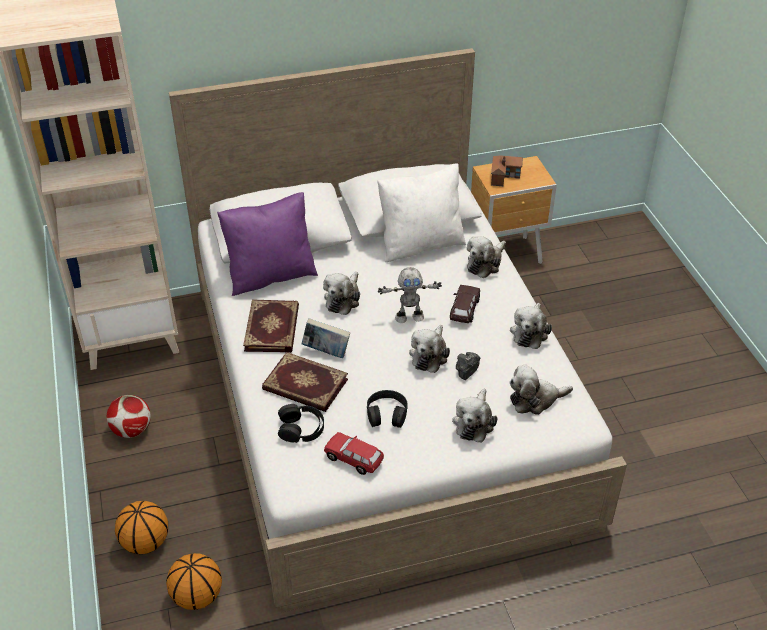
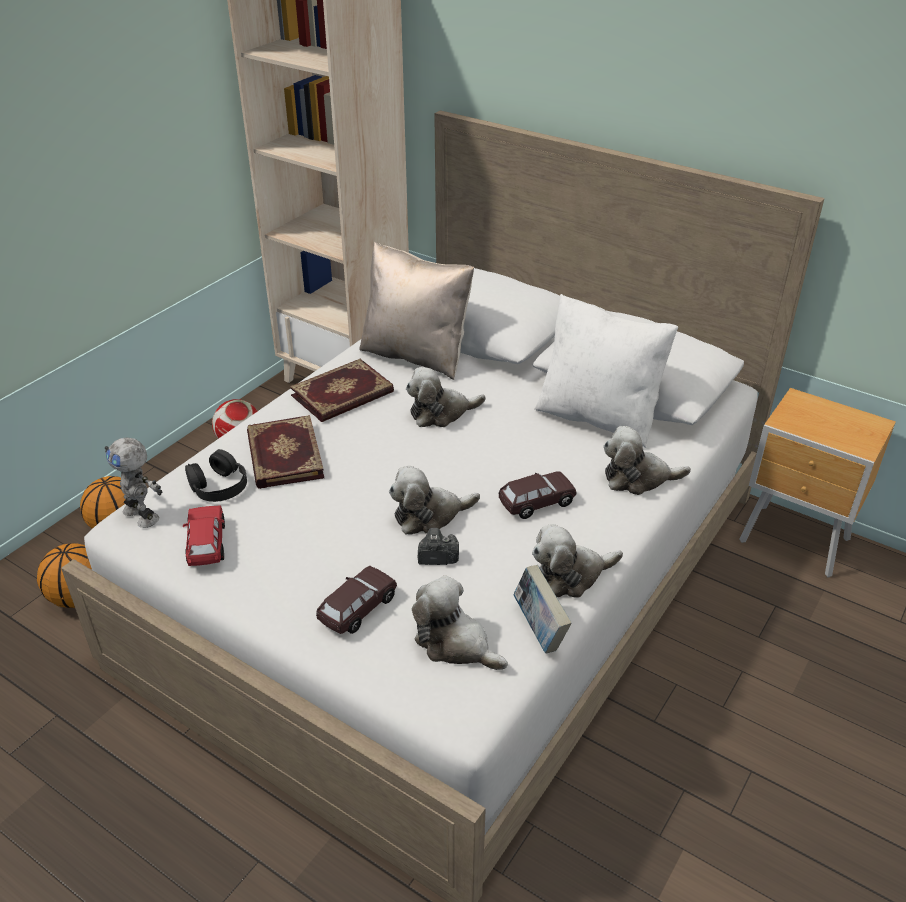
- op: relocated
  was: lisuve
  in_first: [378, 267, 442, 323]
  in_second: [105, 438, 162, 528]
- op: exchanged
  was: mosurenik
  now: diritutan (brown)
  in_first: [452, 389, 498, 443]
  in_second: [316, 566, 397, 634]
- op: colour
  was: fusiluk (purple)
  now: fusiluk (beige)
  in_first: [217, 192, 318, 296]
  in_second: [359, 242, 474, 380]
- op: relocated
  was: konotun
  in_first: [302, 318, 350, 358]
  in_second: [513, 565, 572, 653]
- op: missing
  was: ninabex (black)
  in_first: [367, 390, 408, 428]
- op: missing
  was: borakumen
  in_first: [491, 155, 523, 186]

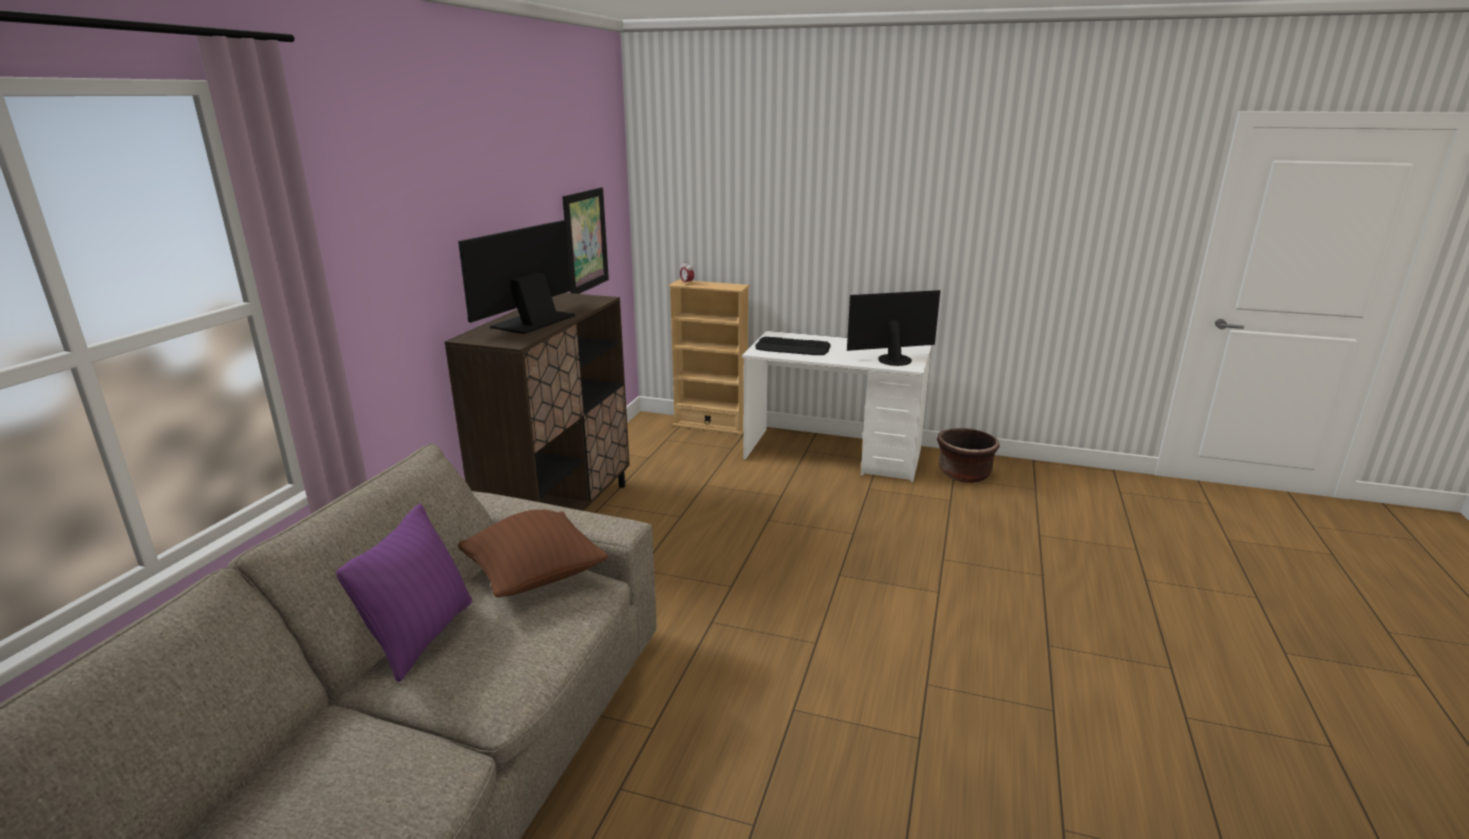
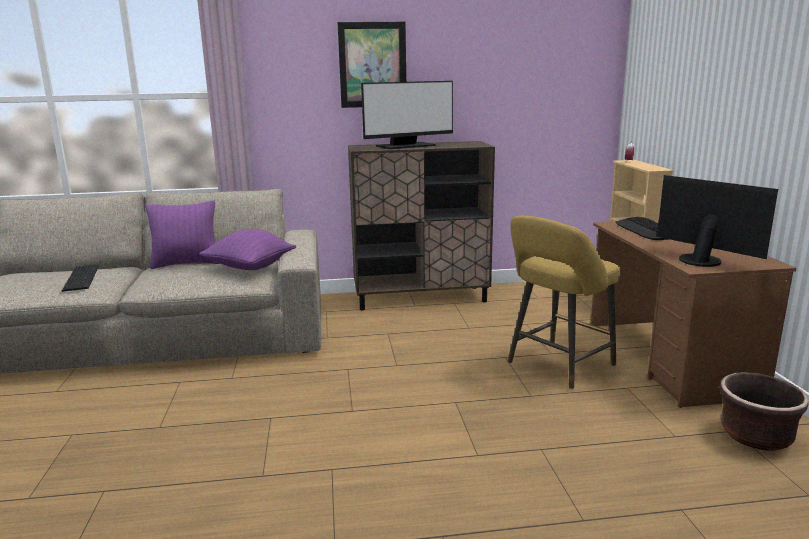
- op: appeared
  now: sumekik
  in_second: [62, 265, 99, 292]
- op: colour
  was: fusiluk (brown)
  now: fusiluk (purple)
  in_first: [458, 509, 608, 598]
  in_second: [199, 229, 296, 270]
- op: relocated
  was: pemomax
  in_first: [562, 187, 609, 294]
  in_second: [337, 22, 406, 108]
- op: spun
  was: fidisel
  in_first: [458, 220, 575, 334]
  in_second: [361, 81, 453, 149]
  clockwise: 150
- op: appeared
  now: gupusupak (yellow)
  in_second: [508, 215, 620, 390]
- op: colour
  was: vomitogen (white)
  now: vomitogen (brown)
  in_first: [742, 331, 932, 482]
  in_second: [591, 219, 796, 408]

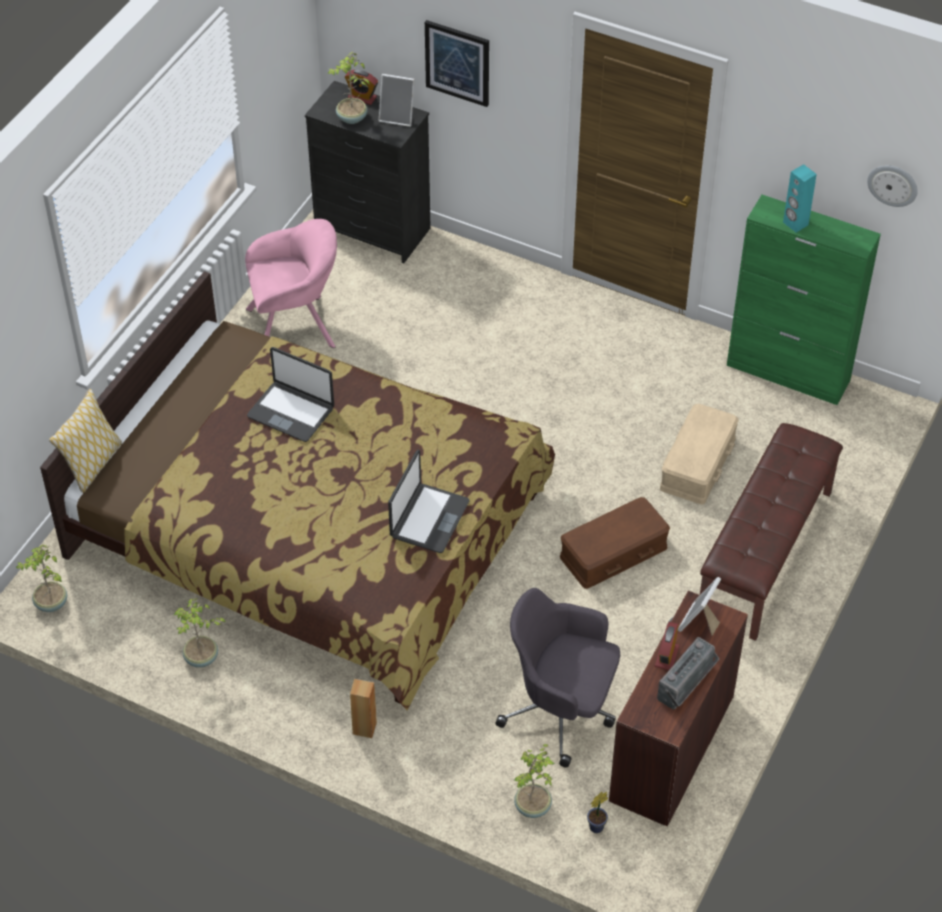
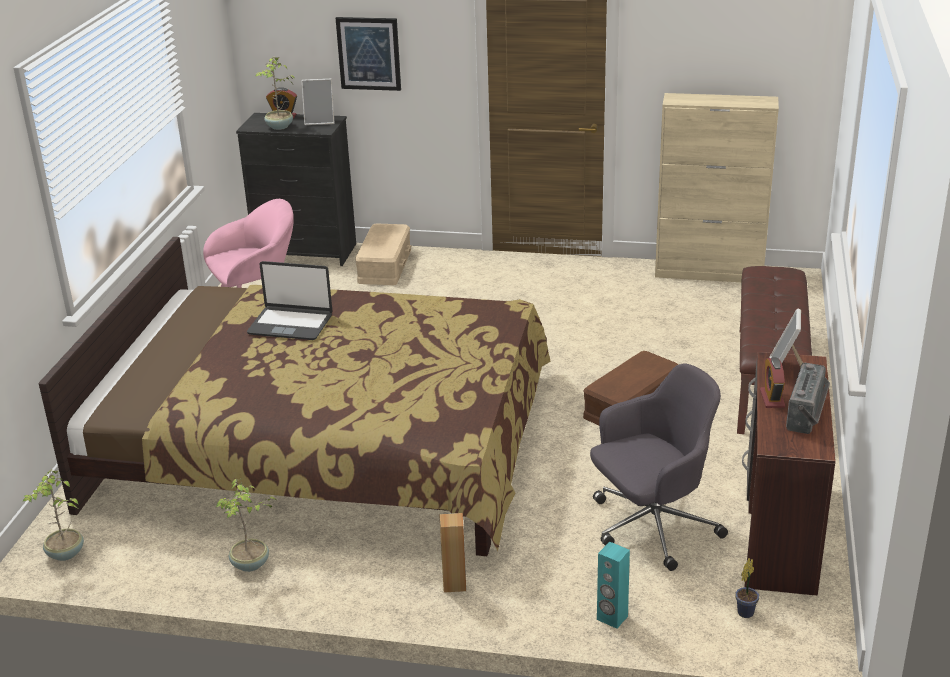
- op: relocated
  was: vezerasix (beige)
  in_first: [660, 404, 739, 504]
  in_second: [355, 224, 411, 285]
- op: spun
  was: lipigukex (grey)
  in_first: [495, 588, 620, 768]
  in_second: [590, 363, 728, 571]
  clockwise: 150
- op: relocated
  was: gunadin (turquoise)
  in_first: [783, 164, 817, 232]
  in_second: [597, 542, 630, 629]
- op: colour
  was: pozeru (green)
  now: pozeru (beige)
  in_first: [727, 195, 881, 405]
  in_second: [655, 93, 779, 282]
- op: missing
  was: fusiluk
  in_first: [49, 389, 122, 493]
- op: missing
  was: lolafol
  in_first: [388, 450, 469, 553]
- op: missing
  was: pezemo
  in_first: [513, 744, 555, 818]
- op: missing
  was: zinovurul
  in_first: [867, 165, 918, 207]

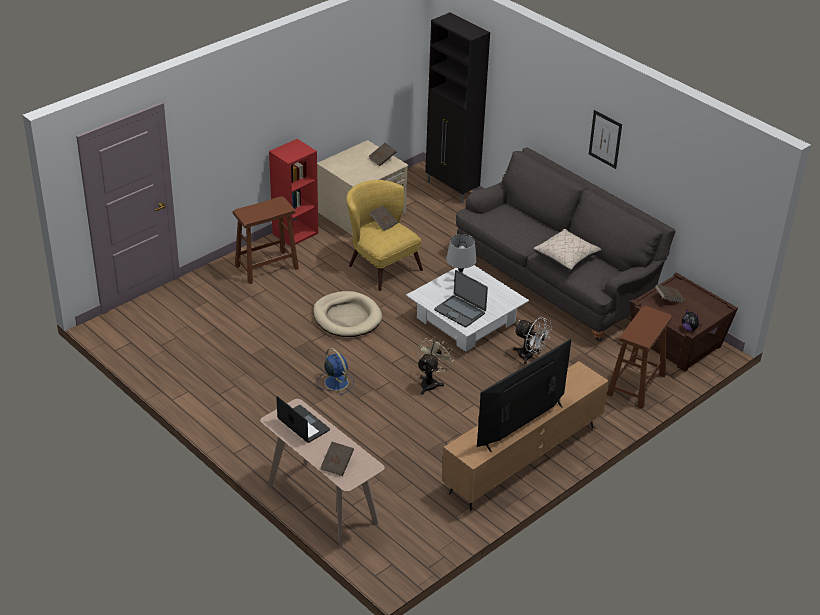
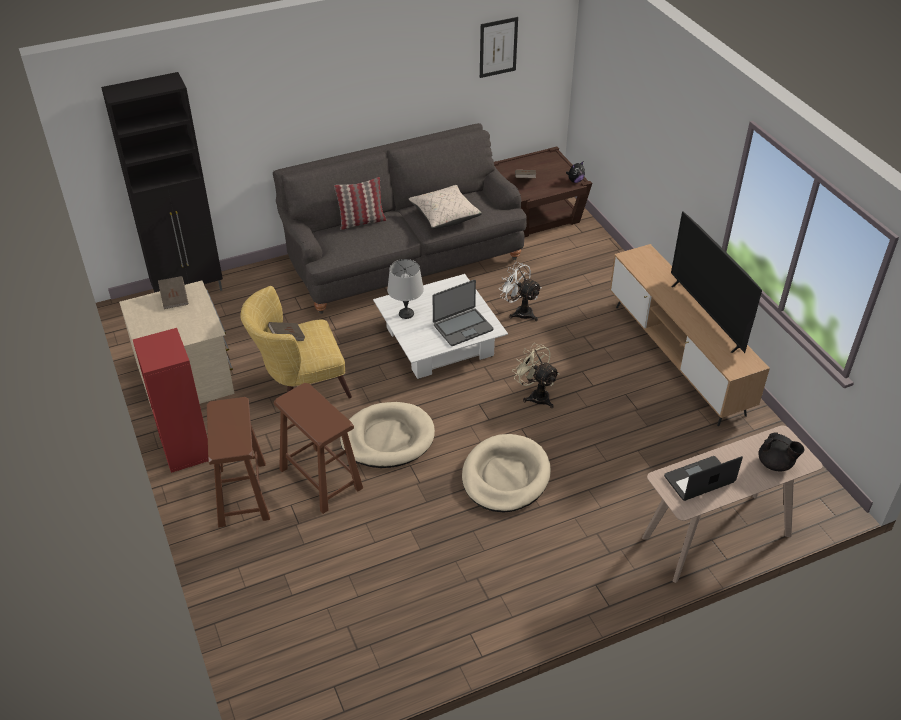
- op: relocated
  was: gupusupak (brown)
  in_first: [607, 306, 672, 409]
  in_second: [274, 383, 363, 514]
- op: appeared
  now: fusiluk
  in_second: [334, 177, 386, 230]
- op: exchanged
  was: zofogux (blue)
  now: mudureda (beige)
  in_first: [317, 348, 354, 395]
  in_second: [462, 434, 551, 512]
- op: relocated
  was: pemomax
  in_first: [589, 110, 622, 169]
  in_second: [480, 17, 518, 78]
- op: spun
  was: zofogux (white)
  in_first: [513, 317, 552, 364]
  in_second: [499, 262, 542, 321]
  clockwise: -105
- op: exchanged
  was: konotun (brown)
  now: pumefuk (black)
  in_first: [320, 442, 354, 476]
  in_second: [759, 433, 804, 471]

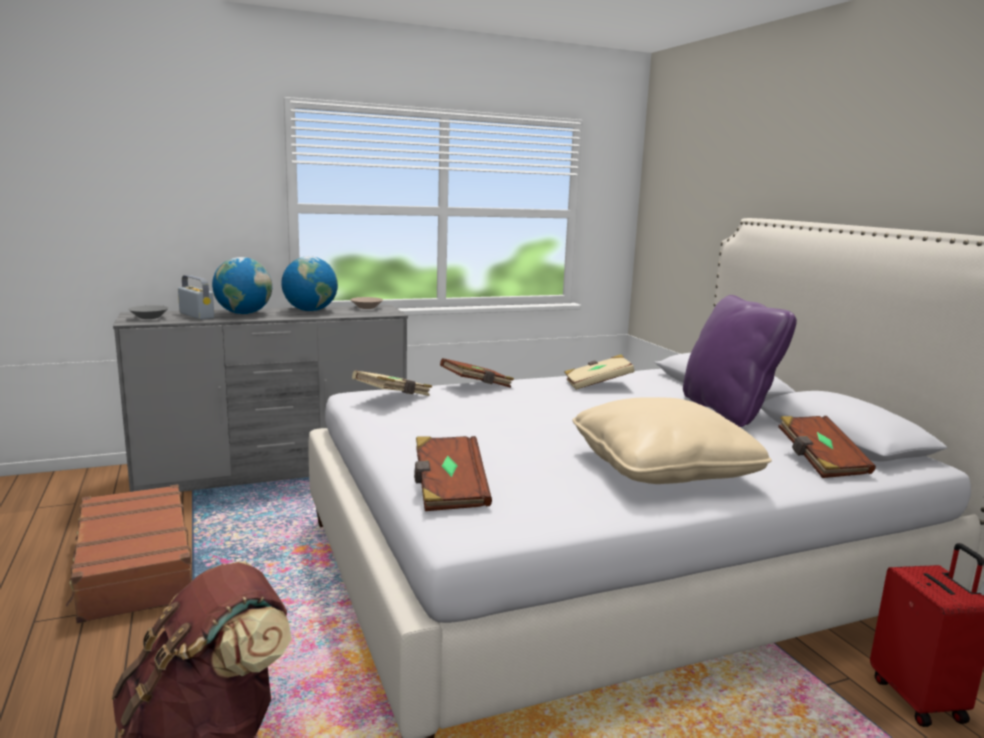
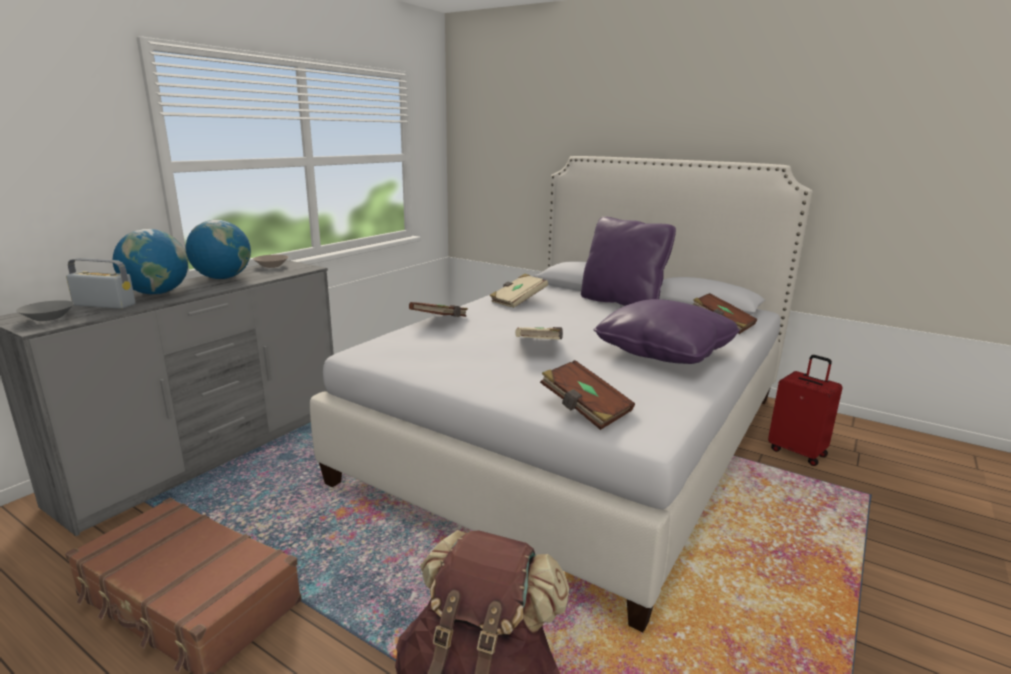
- op: relocated
  was: konotun (beige)
  in_first: [352, 370, 432, 396]
  in_second: [515, 327, 563, 340]
- op: colour
  was: fusiluk (beige)
  now: fusiluk (purple)
  in_first: [572, 397, 772, 484]
  in_second: [594, 299, 740, 364]

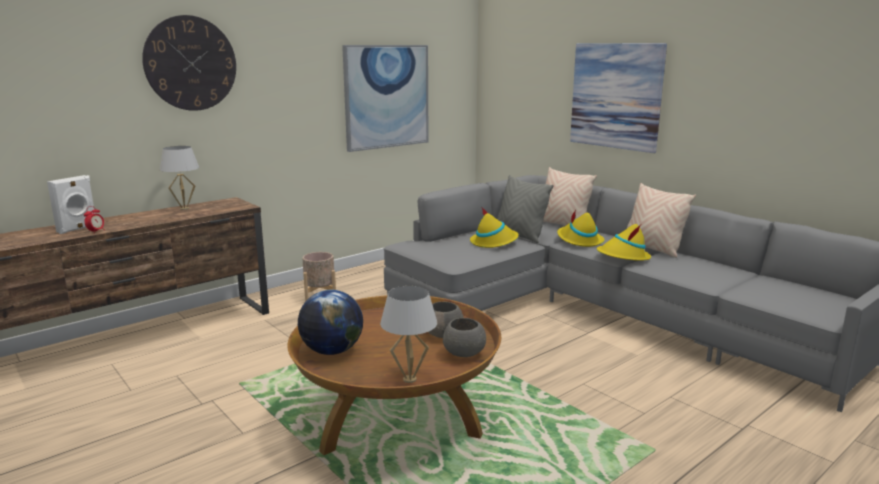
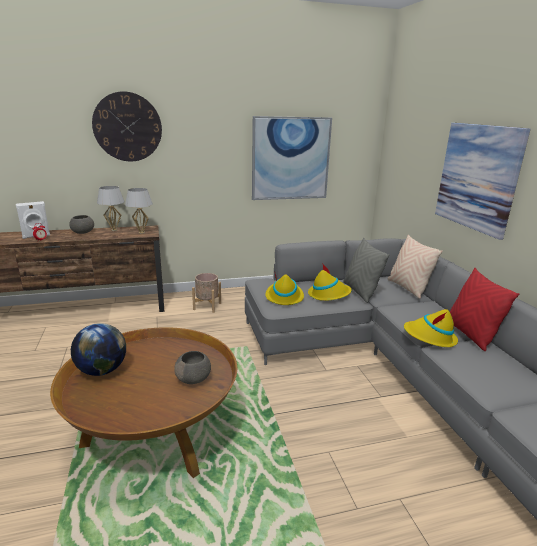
- op: relocated
  was: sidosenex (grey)
  in_first: [443, 318, 486, 357]
  in_second: [69, 215, 94, 234]
- op: relocated
  was: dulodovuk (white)
  in_first: [380, 286, 437, 383]
  in_second: [125, 188, 153, 234]
- op: relocated
  was: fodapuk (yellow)
  in_first: [557, 210, 605, 247]
  in_second: [265, 271, 304, 305]
- op: colour
  was: fusiluk (beige)
  now: fusiluk (red)
  in_first: [627, 183, 696, 258]
  in_second: [450, 268, 519, 351]

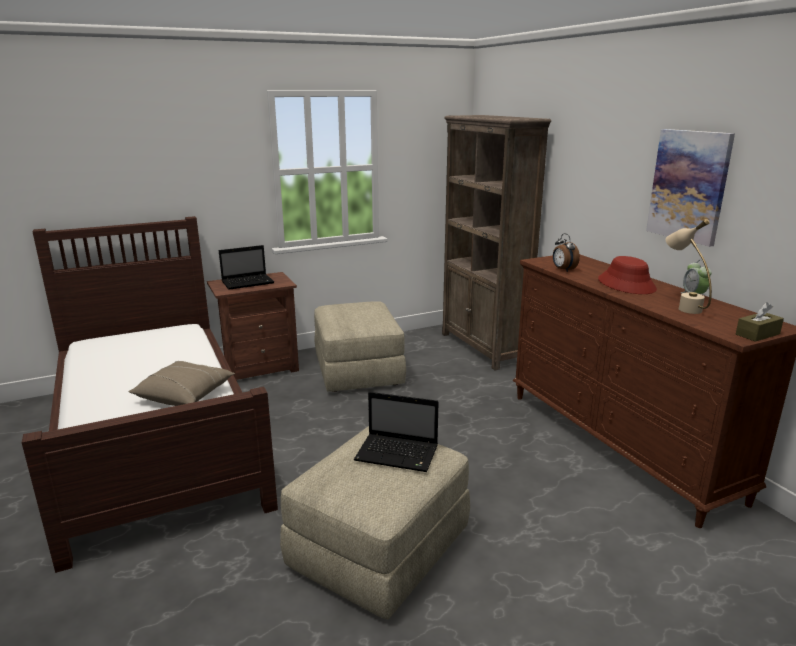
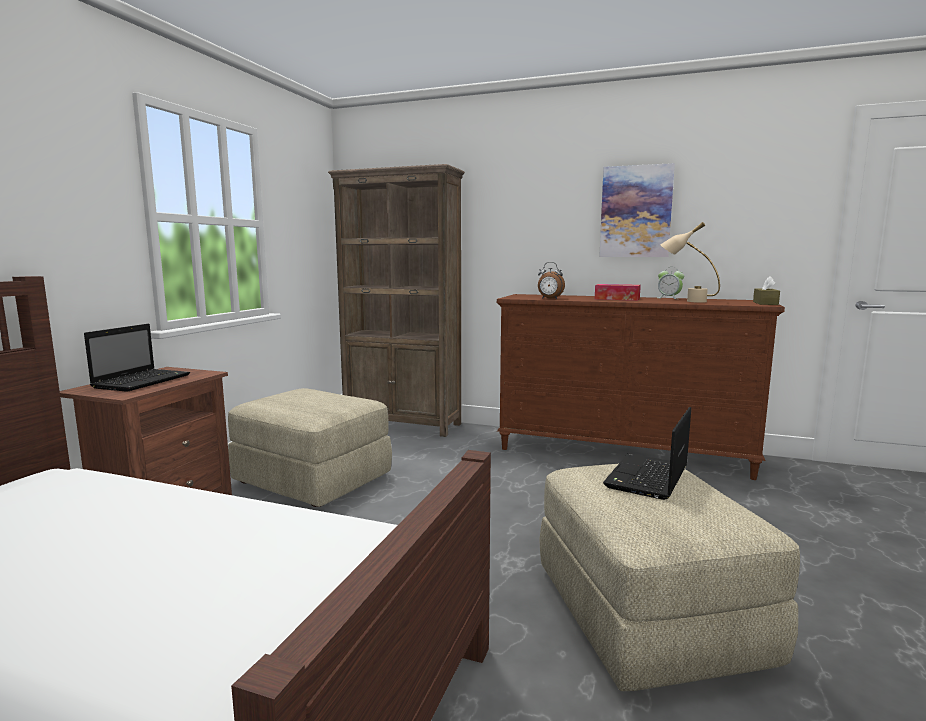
- op: exchanged
  was: fodapuk (red)
  now: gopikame
  in_first: [598, 256, 657, 294]
  in_second: [595, 284, 641, 301]
- op: spun
  was: lolafol
  in_first: [354, 392, 439, 472]
  in_second: [603, 407, 691, 500]
  clockwise: 150
- op: missing
  was: fusiluk (beige)
  in_first: [128, 361, 235, 406]

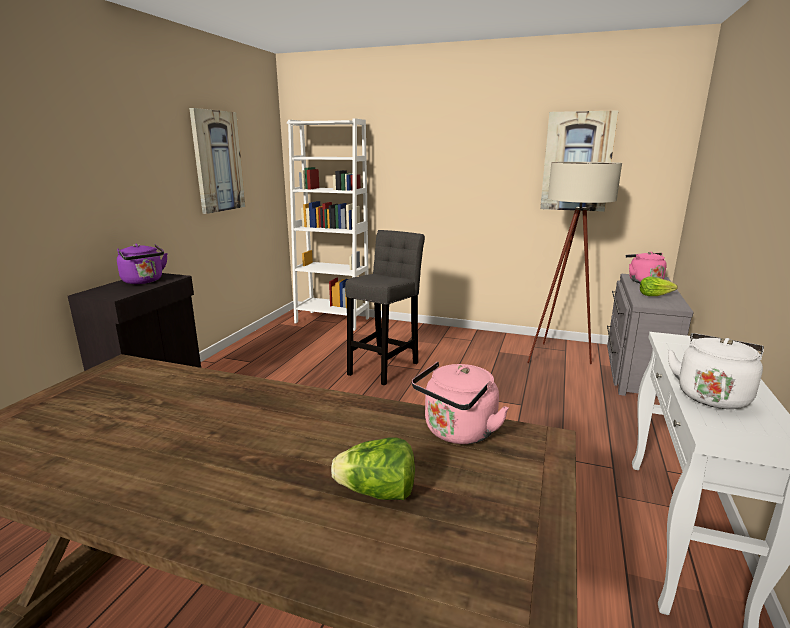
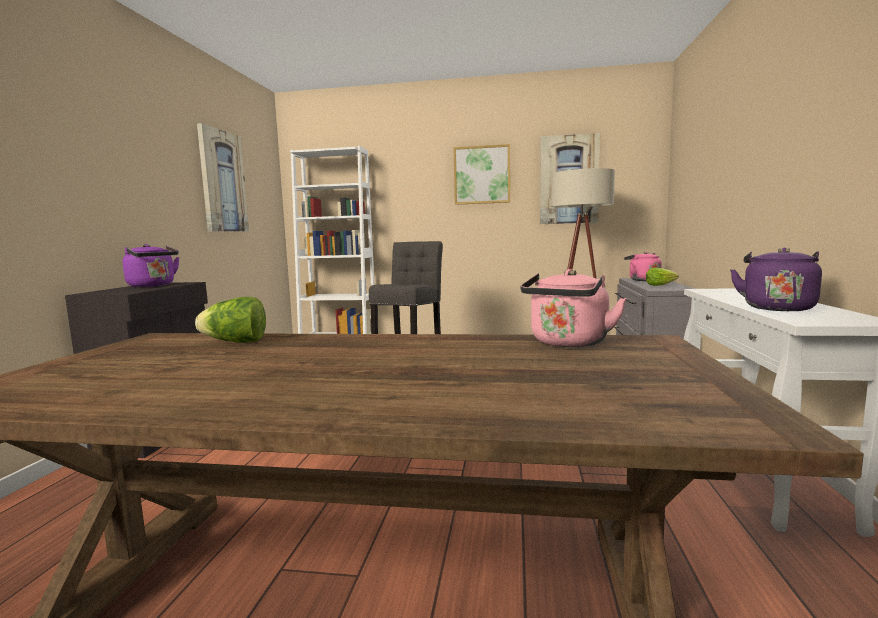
- op: relocated
  was: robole
  in_first: [331, 438, 415, 500]
  in_second: [195, 297, 266, 343]
- op: appeared
  now: pemomax
  in_second: [454, 144, 510, 205]
- op: colour
  was: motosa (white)
  now: motosa (purple)
  in_first: [668, 333, 764, 409]
  in_second: [730, 248, 822, 311]

